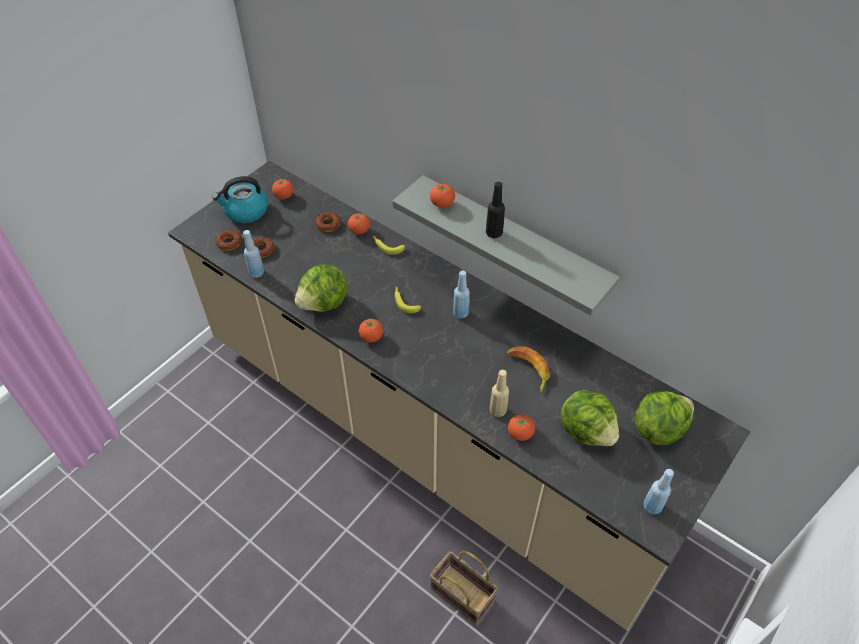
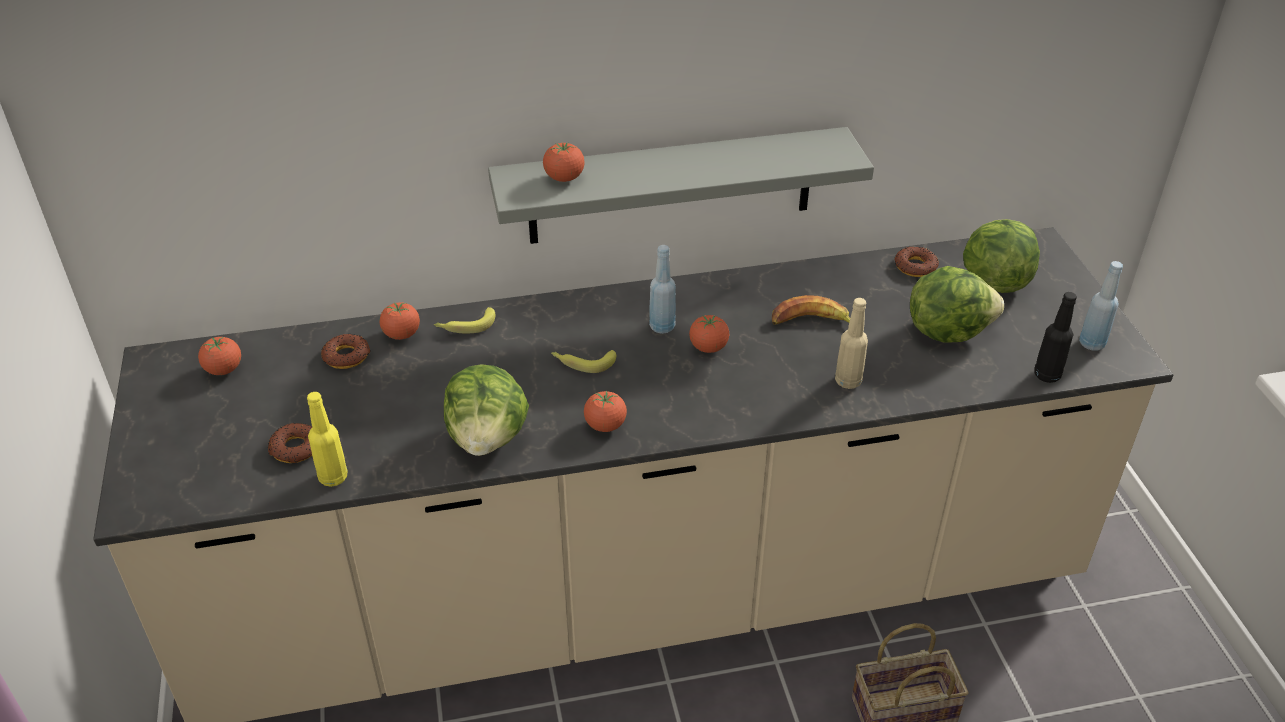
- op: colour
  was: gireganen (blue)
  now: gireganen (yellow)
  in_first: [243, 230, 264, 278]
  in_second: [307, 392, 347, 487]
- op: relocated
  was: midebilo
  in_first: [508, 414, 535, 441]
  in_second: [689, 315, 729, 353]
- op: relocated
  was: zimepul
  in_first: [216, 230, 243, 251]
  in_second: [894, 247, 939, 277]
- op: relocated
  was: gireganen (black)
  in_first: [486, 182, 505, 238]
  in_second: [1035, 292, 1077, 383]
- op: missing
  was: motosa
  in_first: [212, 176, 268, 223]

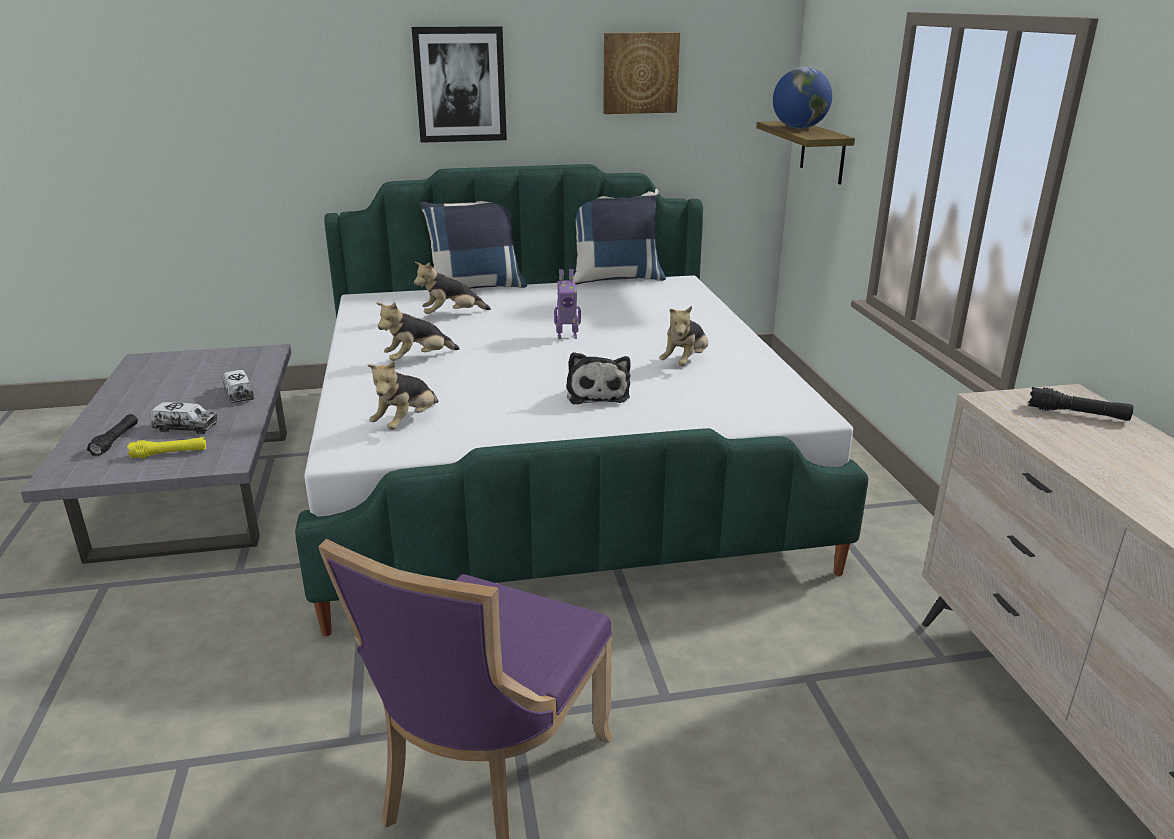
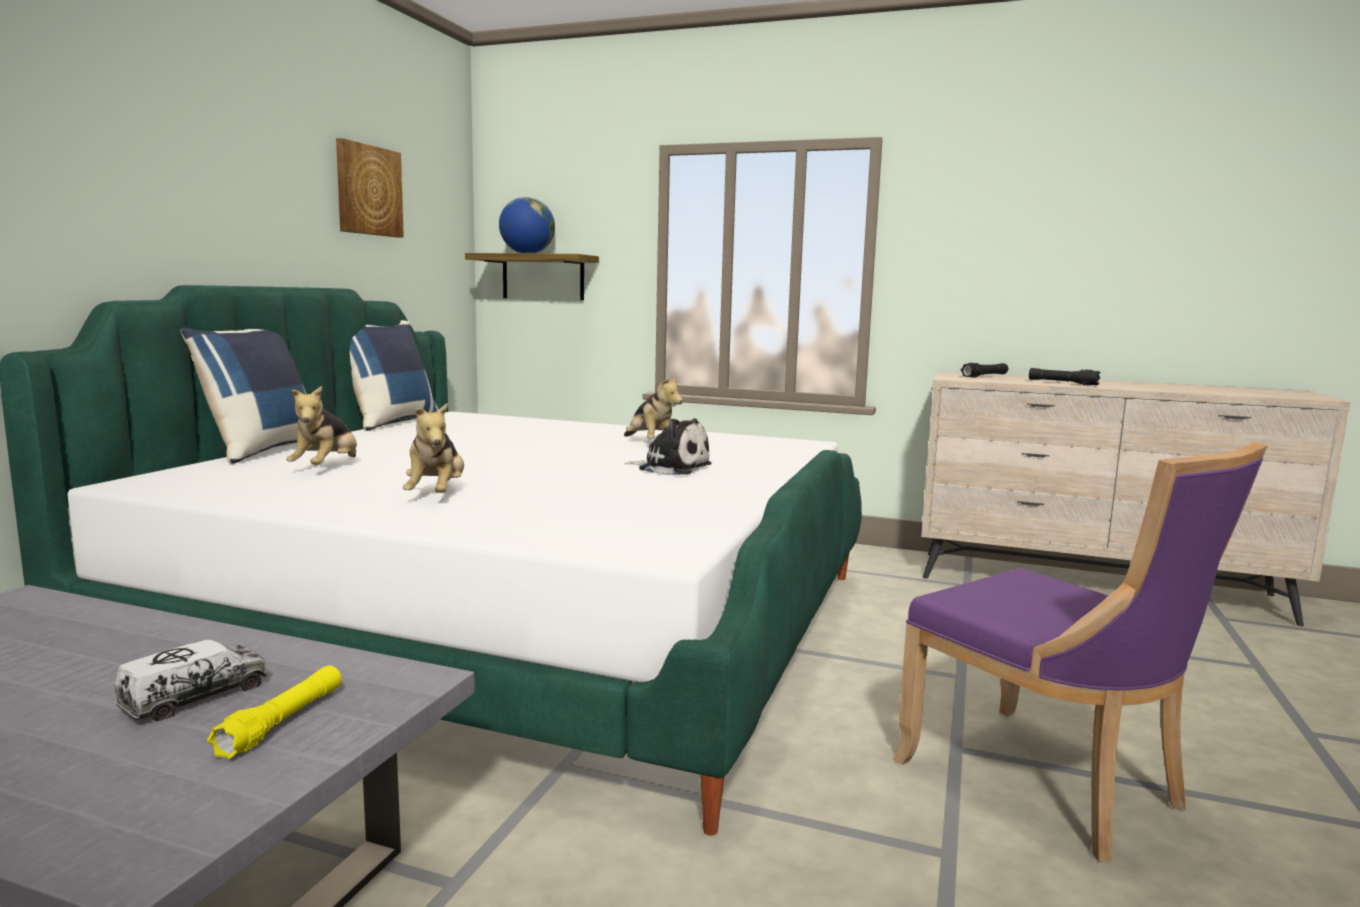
- op: relocated
  was: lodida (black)
  in_first: [87, 414, 138, 456]
  in_second: [1029, 368, 1100, 386]
- op: missing
  was: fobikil
  in_first: [222, 370, 254, 403]
- op: missing
  was: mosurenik
  in_first: [368, 361, 438, 430]
- op: missing
  was: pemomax
  in_first: [411, 26, 507, 143]
- op: missing
  was: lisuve
  in_first: [554, 269, 581, 339]

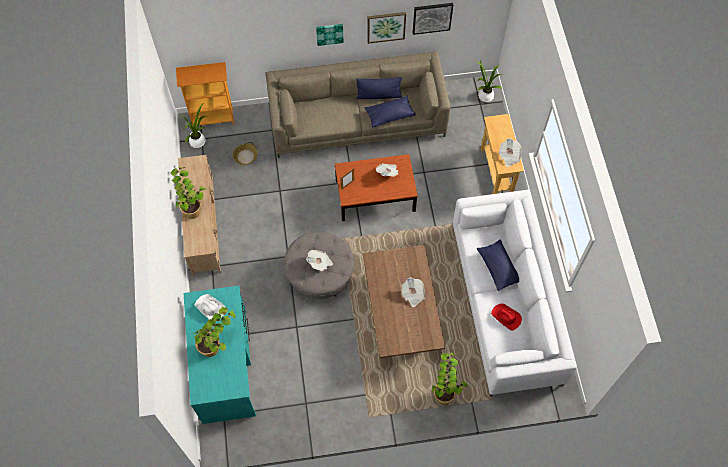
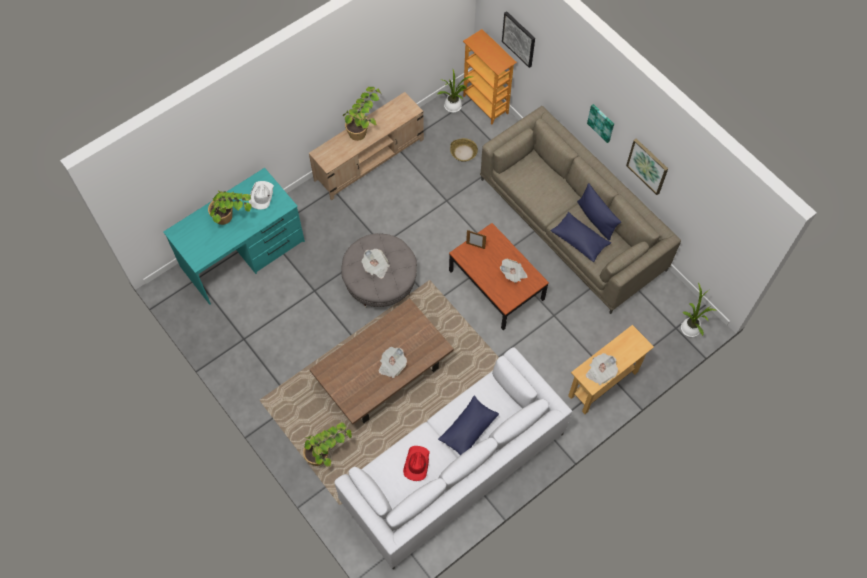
- op: relocated
  was: pemomax
  in_first: [413, 3, 453, 35]
  in_second: [502, 11, 535, 68]

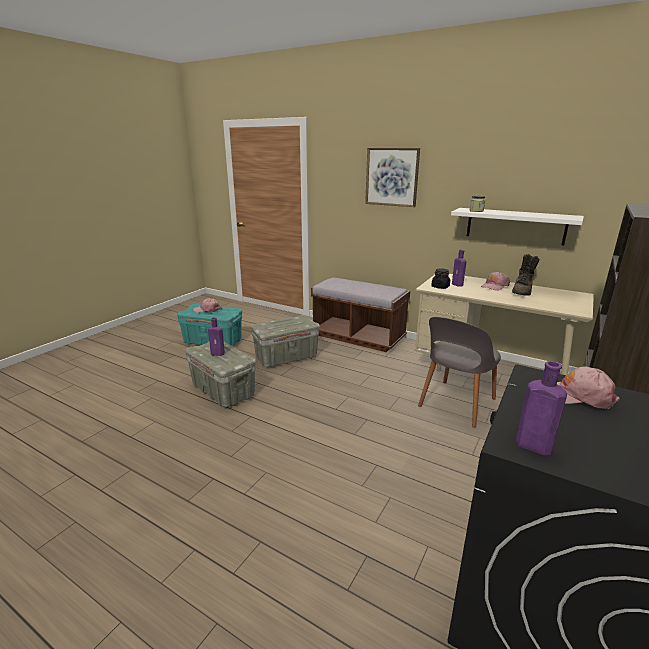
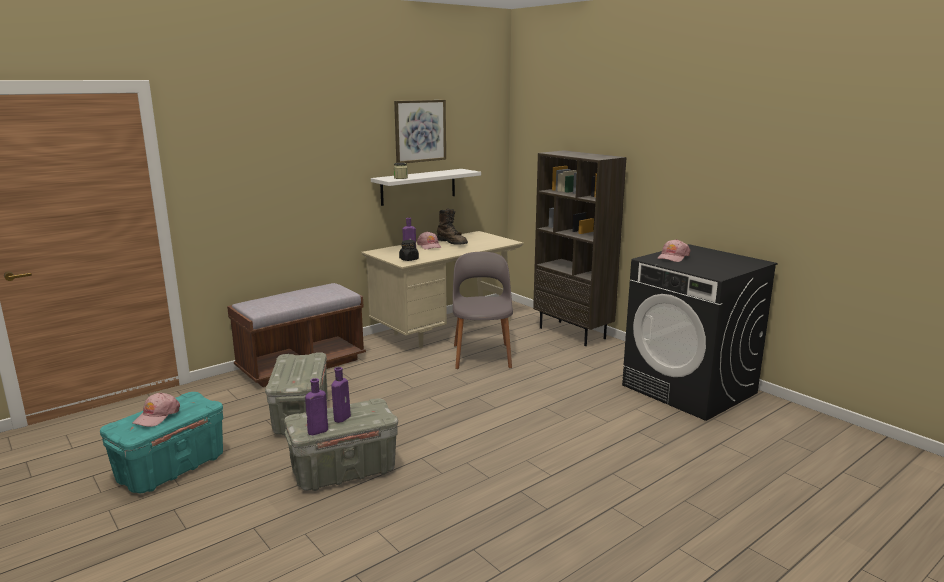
- op: relocated
  was: gireganen (purple)
  in_first: [516, 361, 567, 455]
  in_second: [305, 378, 328, 435]
- op: relocated
  was: pemomax
  in_first: [365, 148, 420, 207]
  in_second: [394, 100, 446, 163]
- op: spun
  was: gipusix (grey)
  in_first: [418, 317, 501, 428]
  in_second: [453, 252, 513, 369]
  clockwise: -150

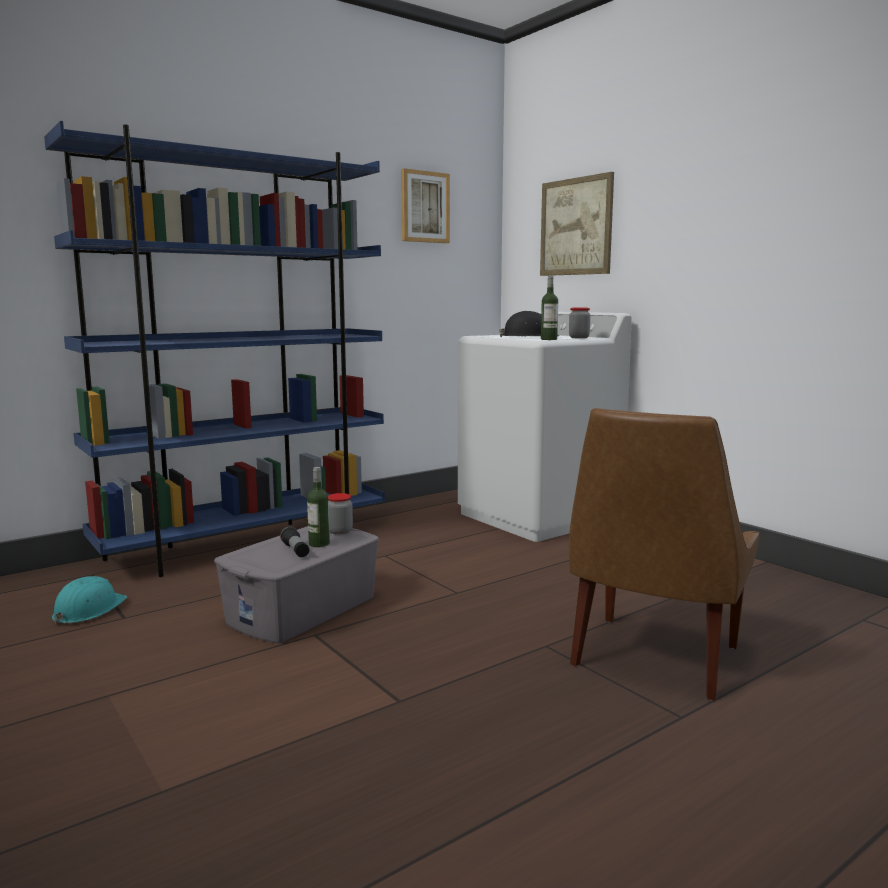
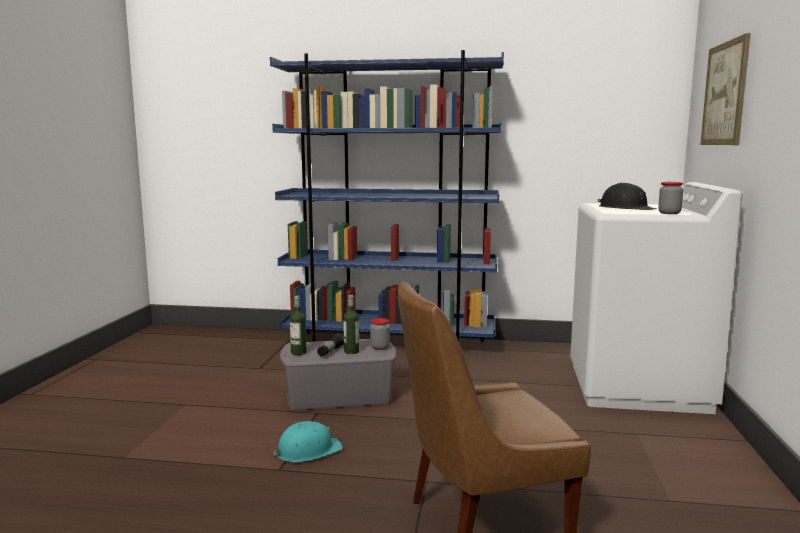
- op: relocated
  was: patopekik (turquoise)
  in_first: [52, 576, 127, 624]
  in_second: [273, 421, 343, 462]
- op: relocated
  was: gireganen
  in_first: [541, 276, 558, 340]
  in_second: [290, 296, 307, 355]
- op: missing
  was: pemomax
  in_first: [401, 168, 450, 243]

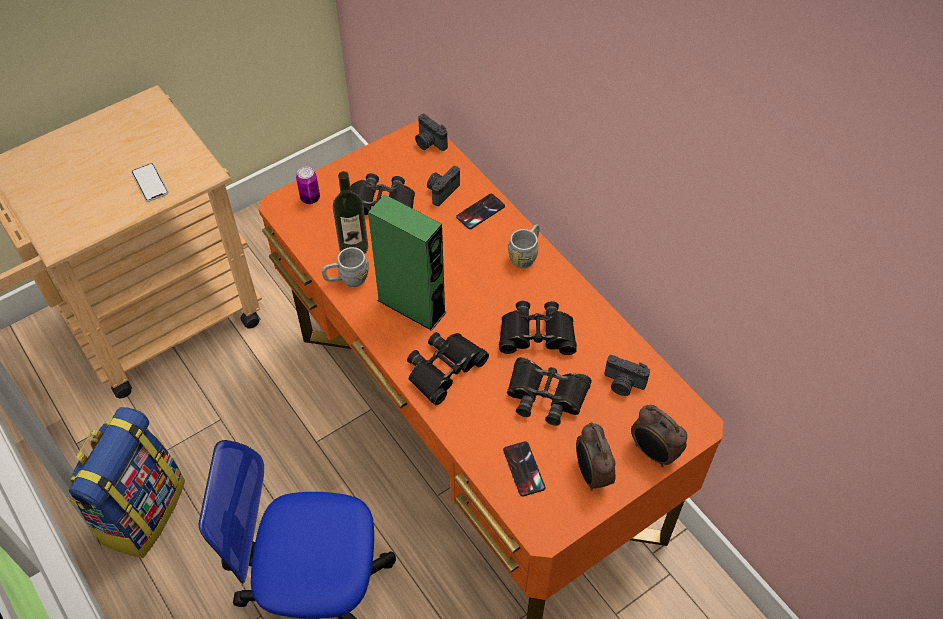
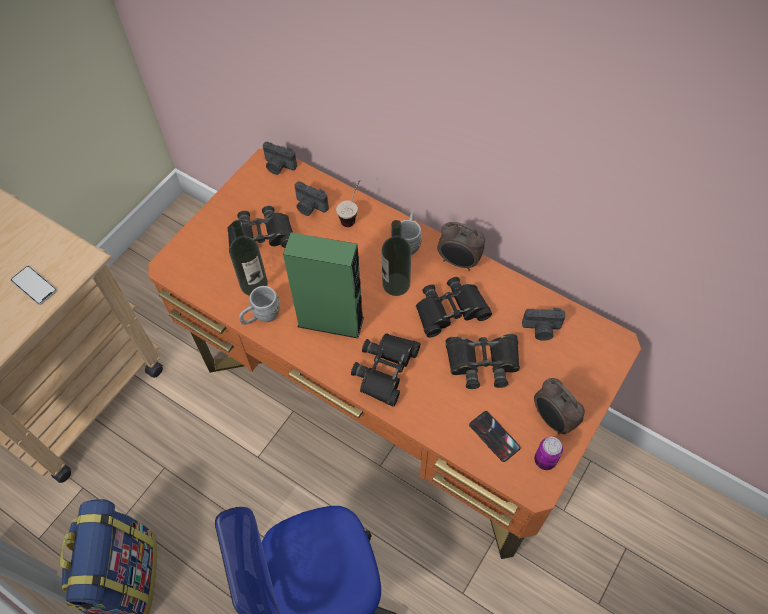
- op: spun
  was: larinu
  in_first: [427, 166, 460, 206]
  in_second: [295, 181, 329, 216]
  clockwise: -75
- op: exchanged
  was: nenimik
  now: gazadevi
  in_first: [456, 194, 505, 229]
  in_second: [336, 180, 361, 227]
- op: appeared
  now: gireganen
  in_second: [382, 220, 411, 296]
- op: relocated
  was: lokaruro
  in_first: [631, 405, 687, 467]
  in_second: [437, 222, 485, 271]
- op: relocated
  was: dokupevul
  in_first: [296, 167, 320, 204]
  in_second: [534, 437, 563, 470]

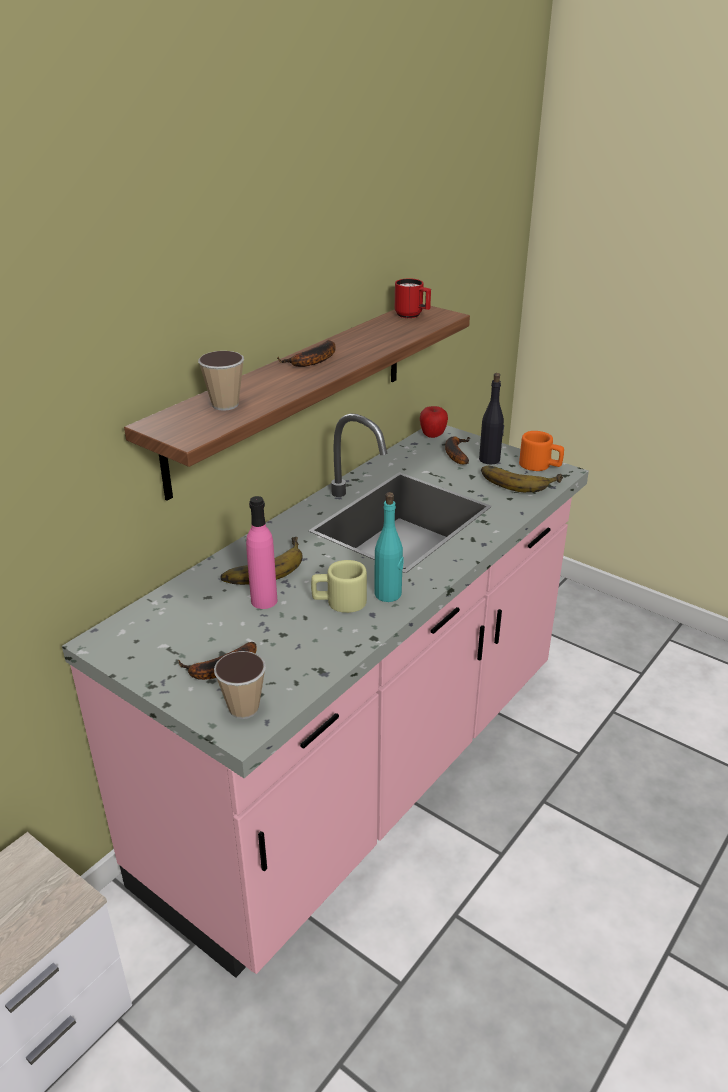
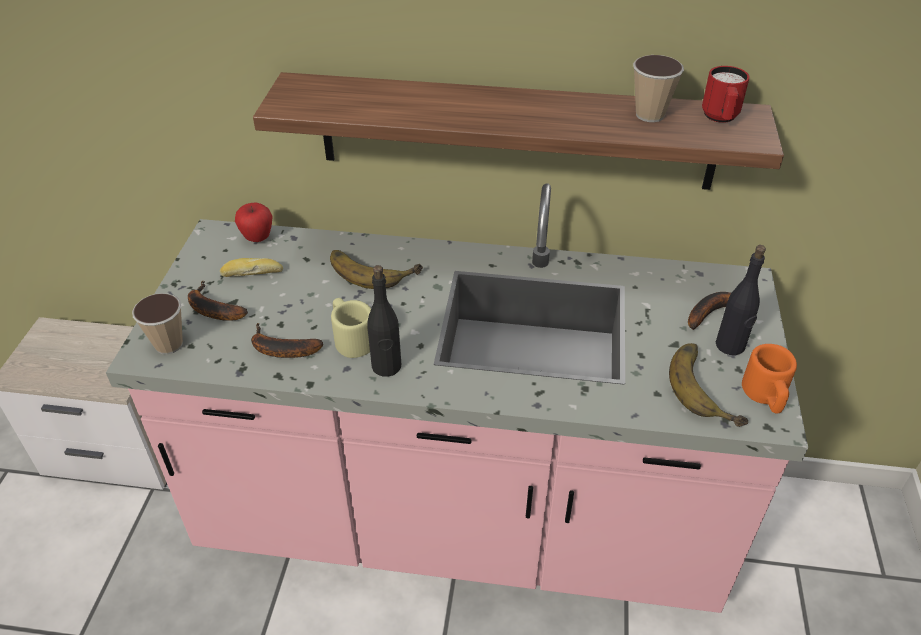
- op: appeared
  now: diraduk
  in_second: [220, 258, 283, 277]
- op: relocated
  was: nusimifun
  in_first: [420, 406, 448, 438]
  in_second: [235, 202, 273, 242]
- op: relocated
  was: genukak
  in_first: [277, 340, 336, 367]
  in_second: [251, 323, 323, 358]
- op: colour
  was: gireganen (turquoise)
  now: gireganen (black)
  in_first: [374, 492, 404, 602]
  in_second: [367, 265, 401, 377]
- op: relocated
  was: gazadevi
  in_first: [198, 351, 244, 411]
  in_second: [633, 55, 684, 122]
- op: missing
  was: gireganen (pink)
  in_first: [246, 496, 277, 609]

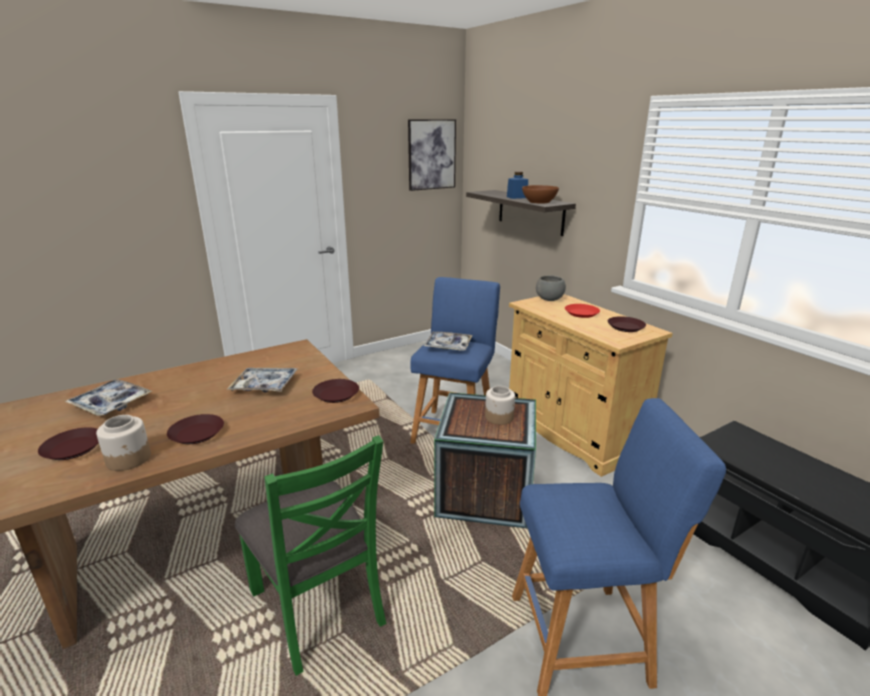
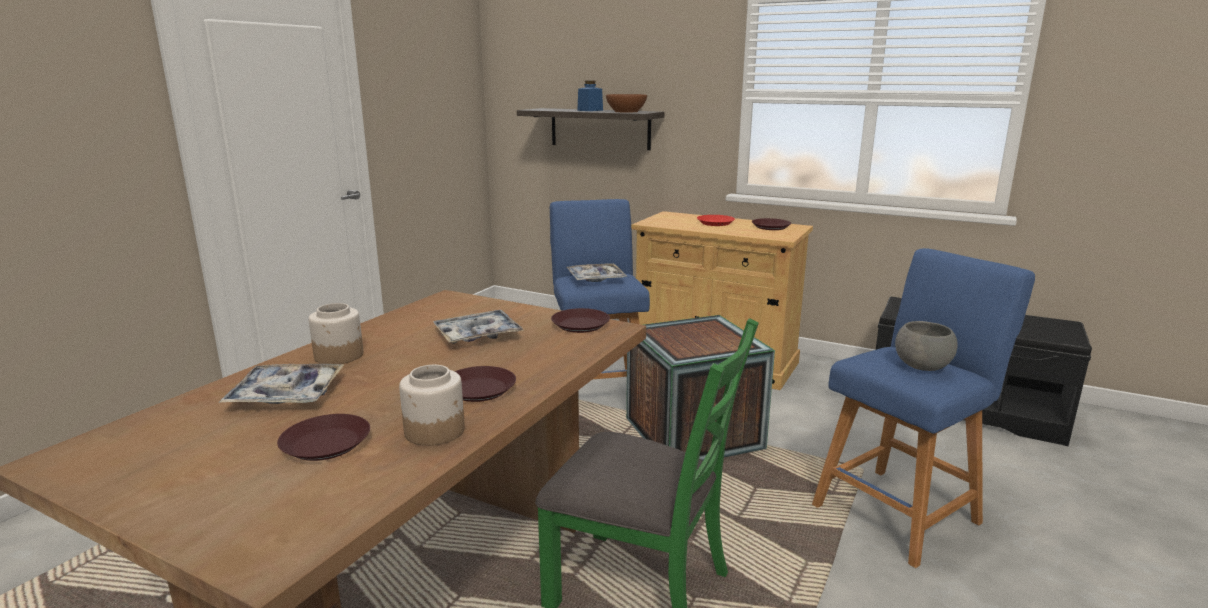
- op: relocated
  was: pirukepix
  in_first: [485, 386, 515, 425]
  in_second: [308, 303, 363, 364]
- op: relocated
  was: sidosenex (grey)
  in_first: [536, 275, 566, 301]
  in_second: [895, 321, 958, 371]
- op: missing
  was: pemomax
  in_first: [408, 119, 456, 191]

